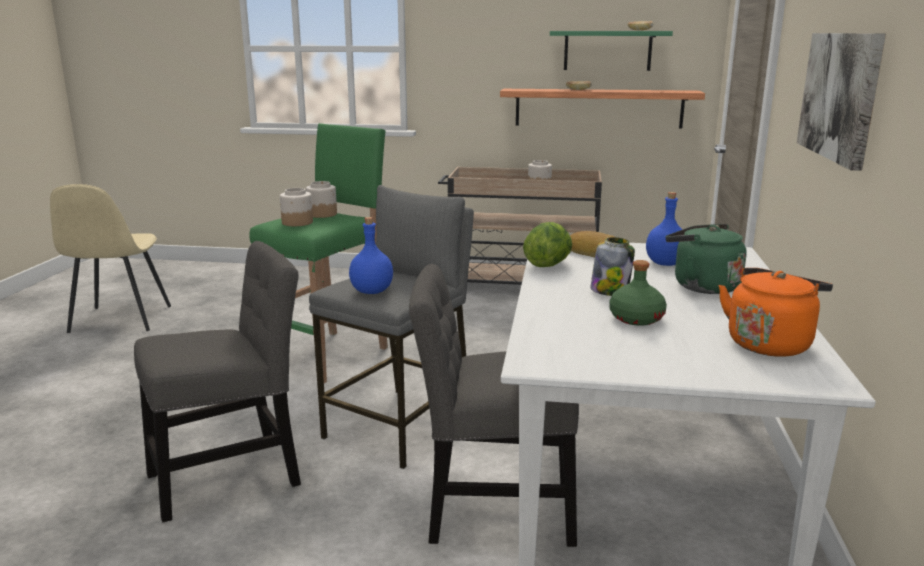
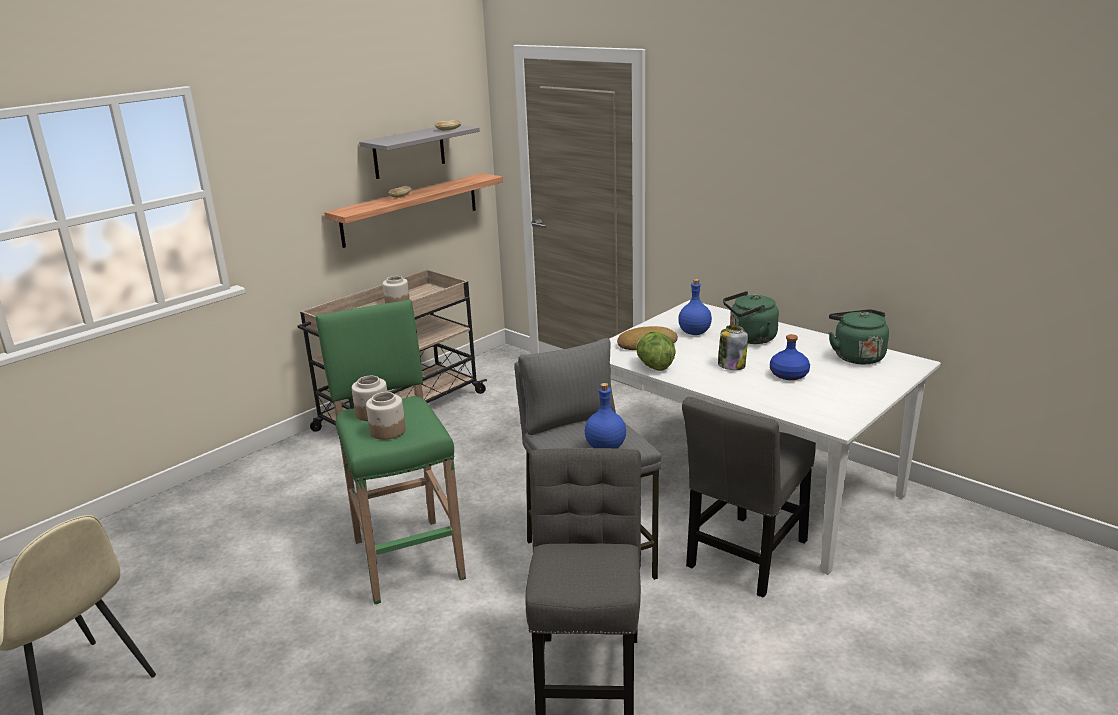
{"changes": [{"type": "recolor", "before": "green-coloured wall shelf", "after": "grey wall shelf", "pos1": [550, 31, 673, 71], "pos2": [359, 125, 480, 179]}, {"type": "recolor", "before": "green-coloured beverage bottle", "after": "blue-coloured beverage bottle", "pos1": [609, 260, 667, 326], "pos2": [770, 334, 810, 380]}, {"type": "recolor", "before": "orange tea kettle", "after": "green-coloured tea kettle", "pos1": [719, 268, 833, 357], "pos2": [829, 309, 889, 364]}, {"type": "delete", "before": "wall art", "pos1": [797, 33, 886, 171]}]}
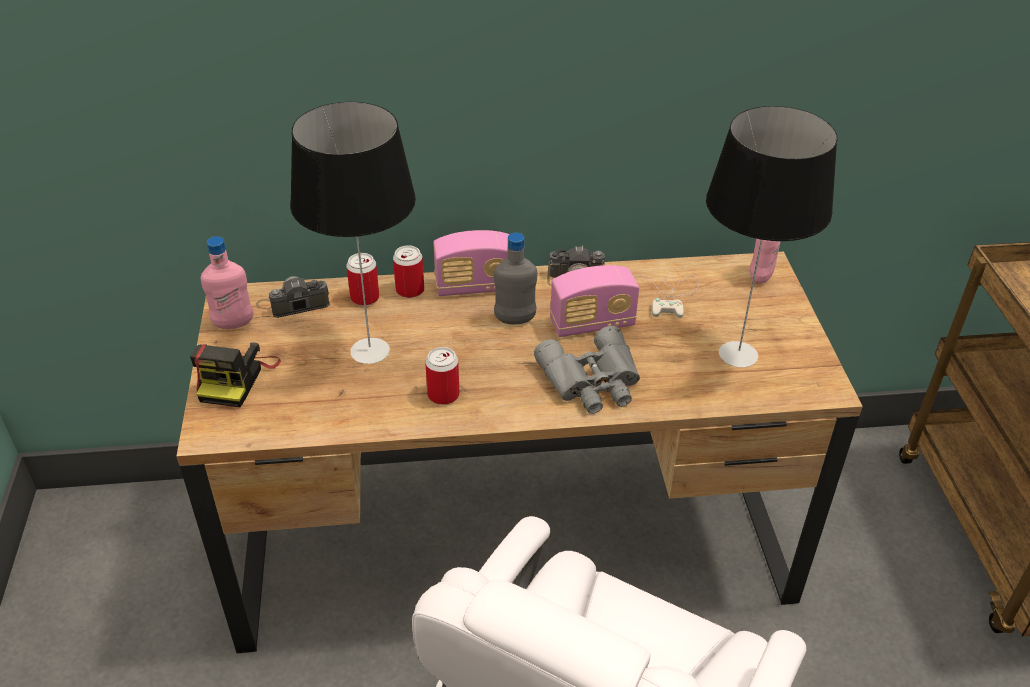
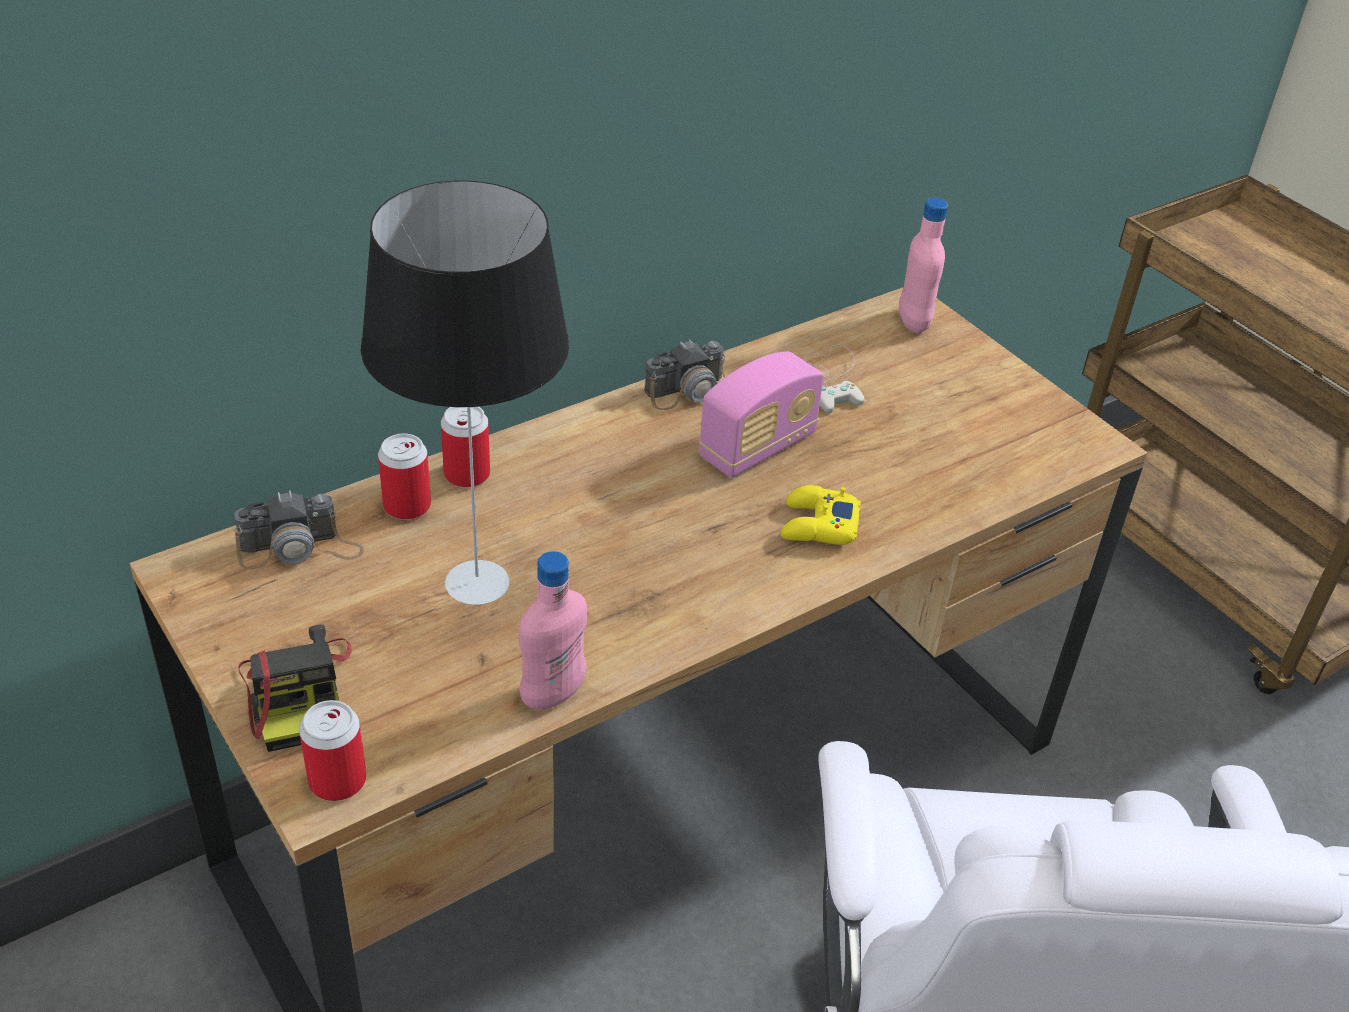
{"changes": [{"type": "rotate", "before": "photo camera", "pos1": [256, 276, 330, 318], "pos2": [234, 491, 364, 569], "turn": -150}, {"type": "move", "before": "sealed can", "pos1": [425, 347, 460, 405], "pos2": [299, 700, 366, 801]}, {"type": "move", "before": "pink-coloured beverage bottle", "pos1": [201, 236, 254, 329], "pos2": [519, 551, 587, 710]}, {"type": "replace", "before": "grey field glasses", "after": "yellowish game controller", "pos1": [534, 326, 640, 414], "pos2": [781, 485, 861, 545]}, {"type": "delete", "before": "radio receiver", "pos1": [433, 230, 510, 296]}, {"type": "delete", "before": "grey beverage bottle", "pos1": [494, 233, 537, 324]}, {"type": "delete", "before": "table lamp", "pos1": [706, 106, 837, 367]}]}
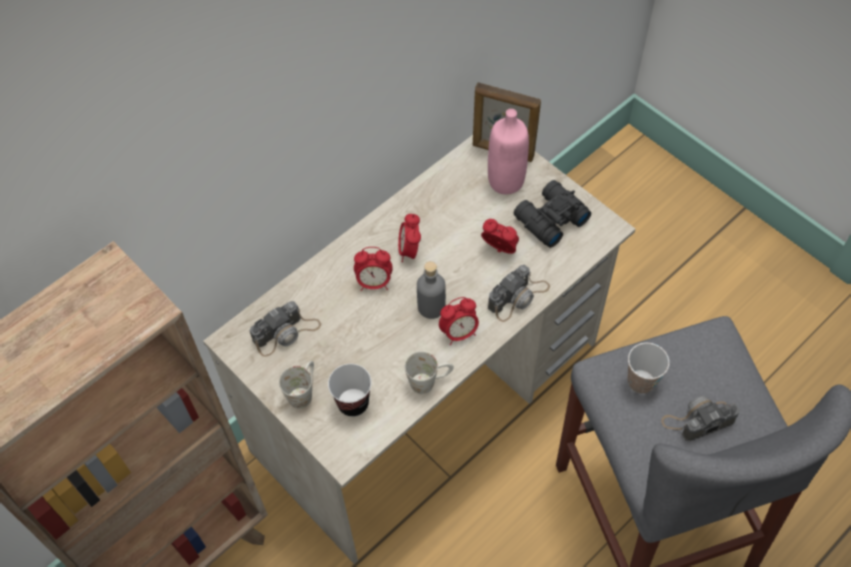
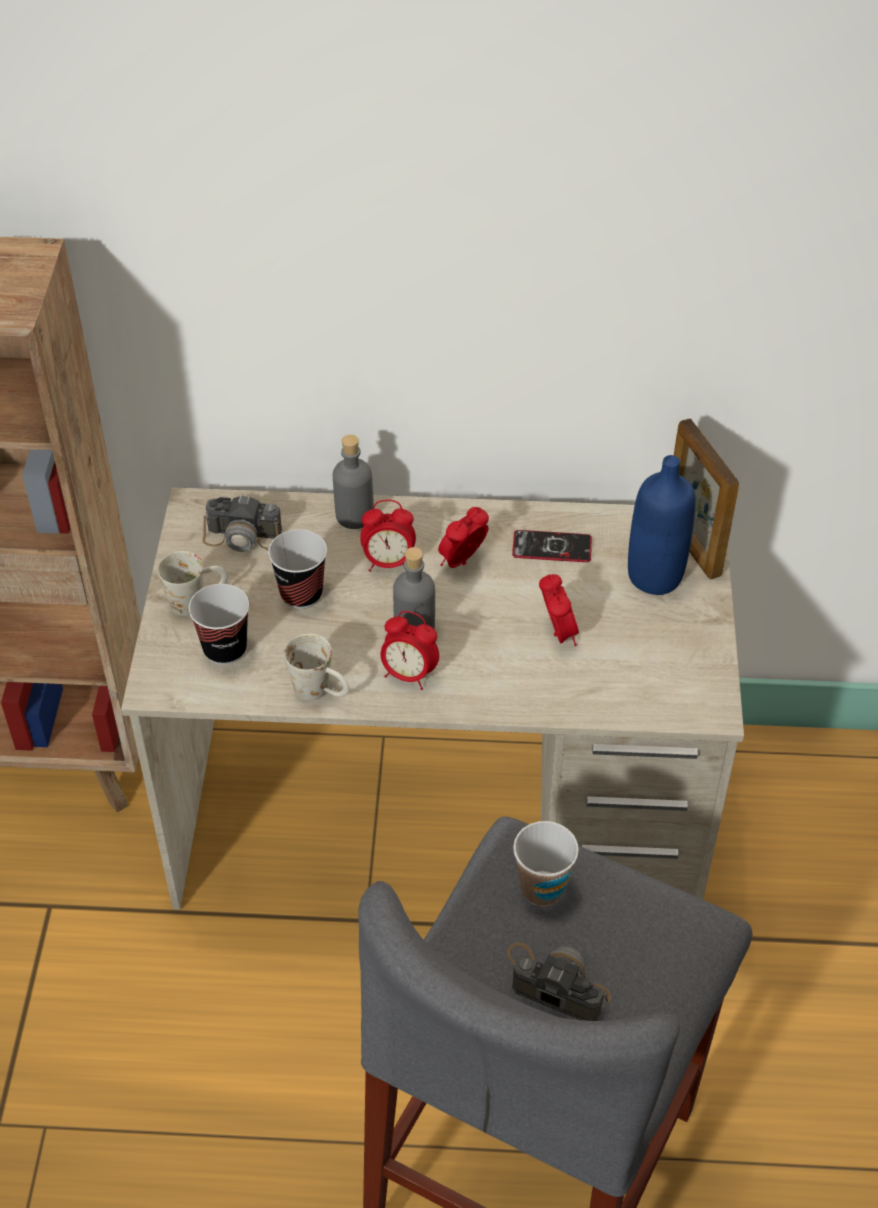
{"changes": [{"type": "insert", "after": "drinking cup", "pos2": [268, 529, 327, 609]}, {"type": "insert", "after": "grey beverage bottle", "pos2": [333, 435, 374, 529]}, {"type": "rotate", "before": "table clock", "pos1": [354, 247, 393, 291], "pos2": [360, 500, 416, 572], "turn": -45}, {"type": "insert", "after": "phone", "pos2": [512, 530, 592, 562]}, {"type": "recolor", "before": "pink-coloured beverage bottle", "after": "blue-coloured beverage bottle", "pos1": [488, 109, 529, 194], "pos2": [628, 455, 696, 595]}, {"type": "delete", "before": "photo camera", "pos1": [488, 265, 550, 322]}, {"type": "delete", "before": "black-coloured field glasses", "pos1": [514, 180, 591, 248]}]}
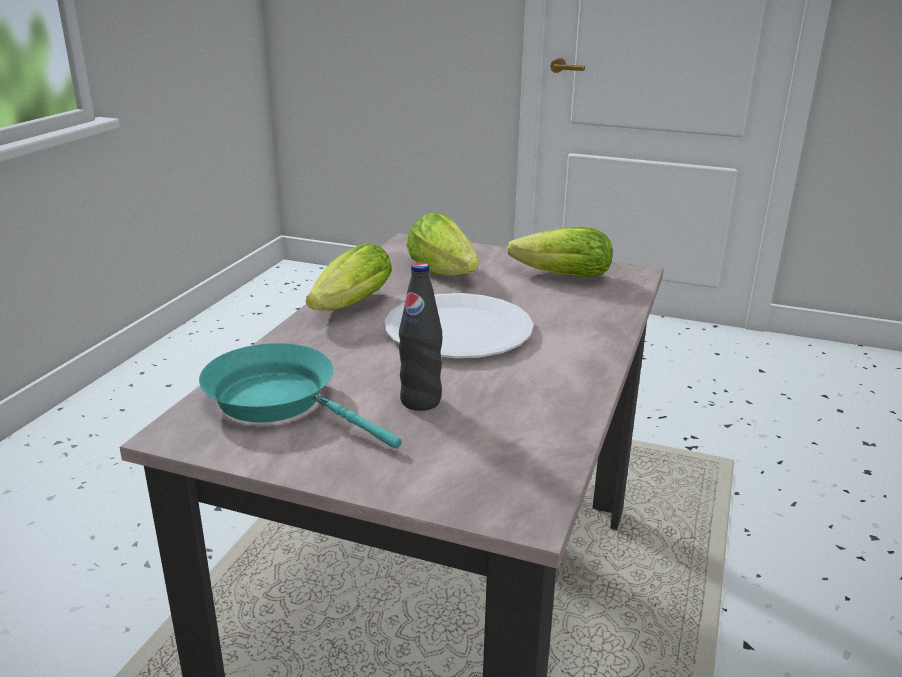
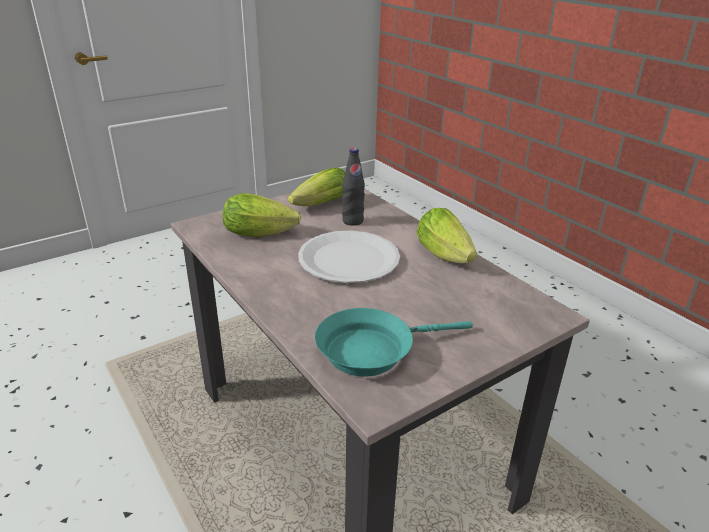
{"changes": [{"type": "move", "before": "black-coloured beverage bottle", "pos1": [399, 262, 442, 411], "pos2": [342, 148, 365, 226]}, {"type": "move", "before": "lettuce head", "pos1": [306, 243, 392, 311], "pos2": [416, 208, 477, 263]}]}
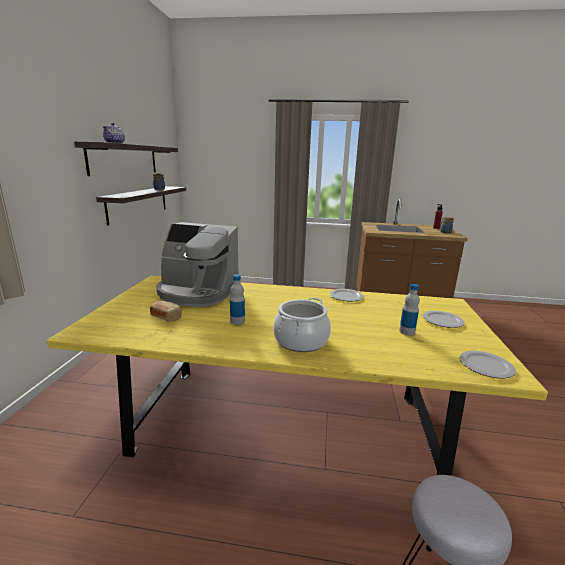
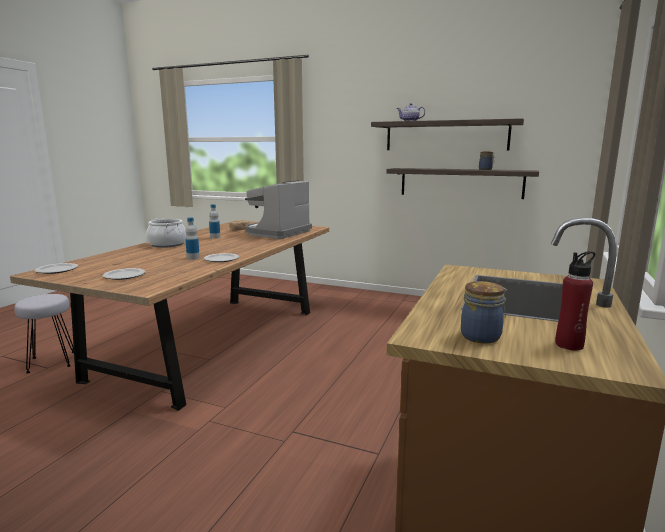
{"changes": [{"type": "recolor", "before": "yellowish kitchen table", "after": "brown kitchen table", "pos1": [47, 276, 548, 476], "pos2": [10, 221, 329, 411]}, {"type": "move", "before": "beverage bottle", "pos1": [399, 284, 420, 335], "pos2": [185, 217, 200, 260]}]}
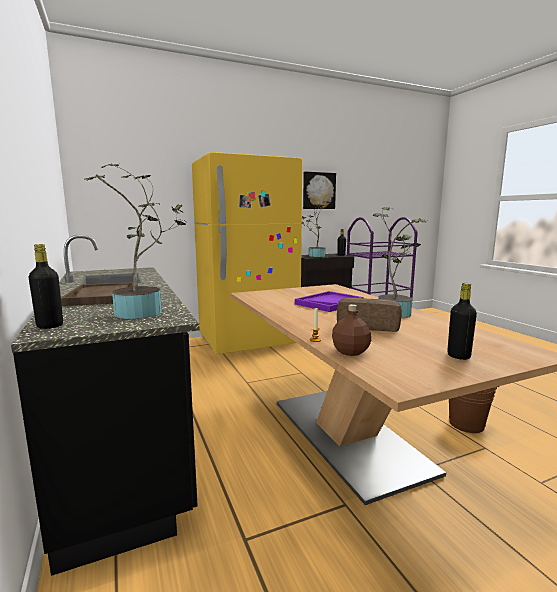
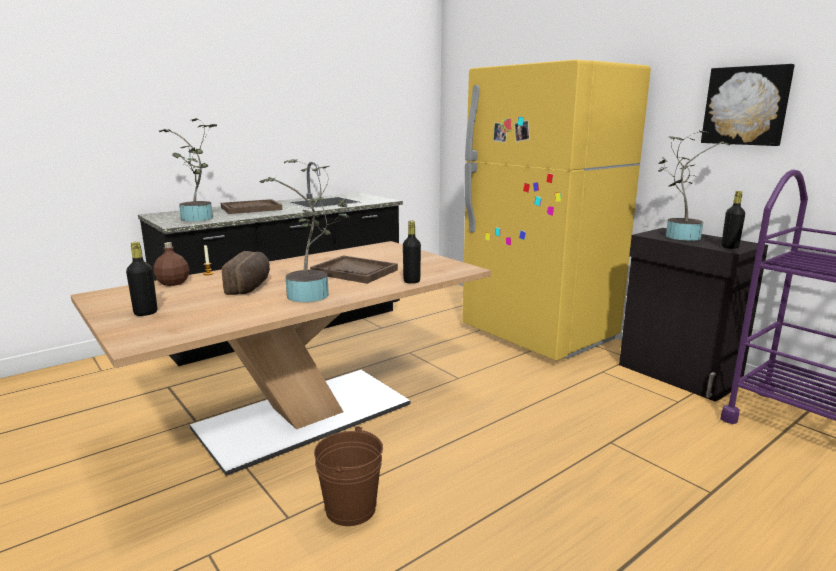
{"changes": [{"type": "recolor", "before": "purplish carrying tray", "after": "brown carrying tray", "pos1": [295, 291, 363, 312], "pos2": [310, 255, 398, 284]}, {"type": "move", "before": "black-coloured beverage bottle", "pos1": [29, 244, 63, 329], "pos2": [403, 221, 421, 284]}]}
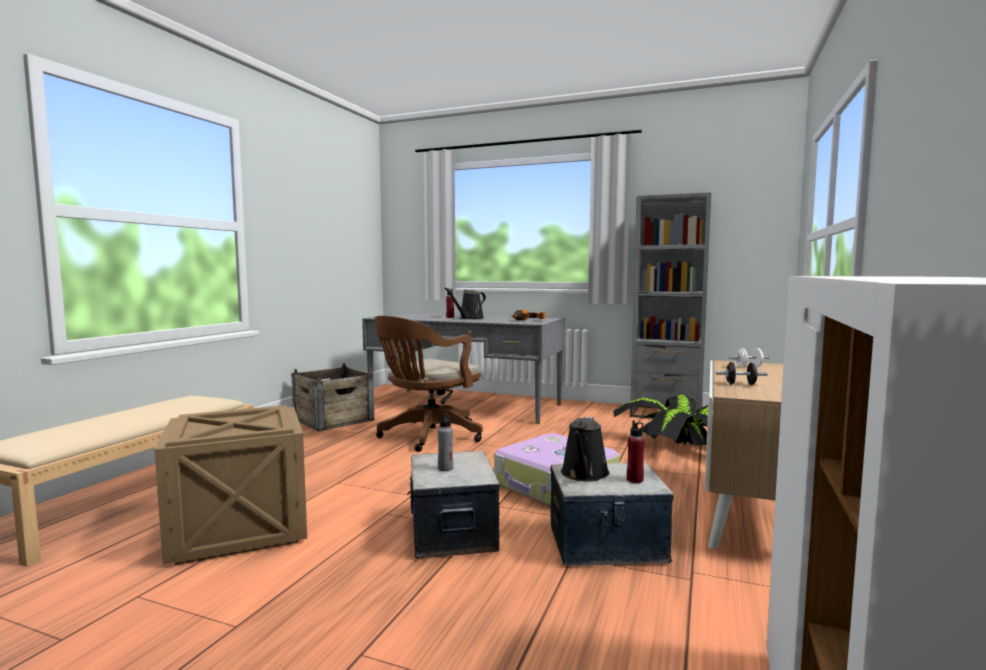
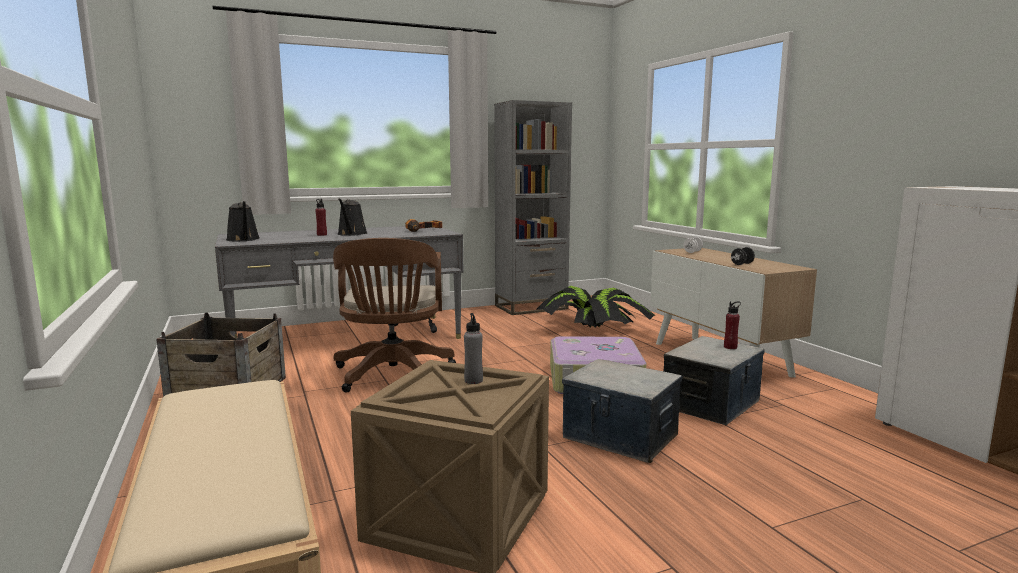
{"changes": [{"type": "move", "before": "black-coloured watering can", "pos1": [561, 417, 610, 482], "pos2": [226, 201, 260, 241]}, {"type": "move", "before": "grey beverage bottle", "pos1": [437, 412, 453, 471], "pos2": [464, 313, 483, 384]}]}
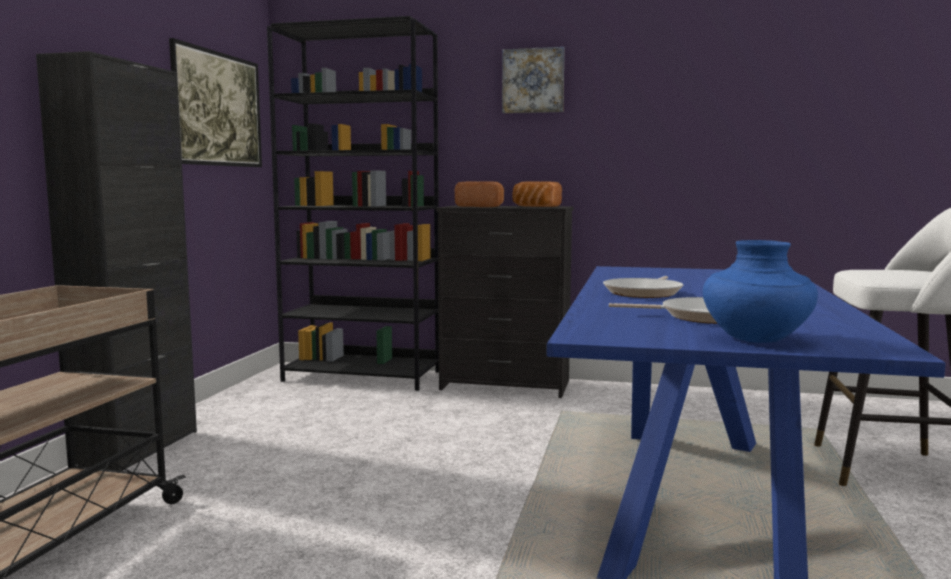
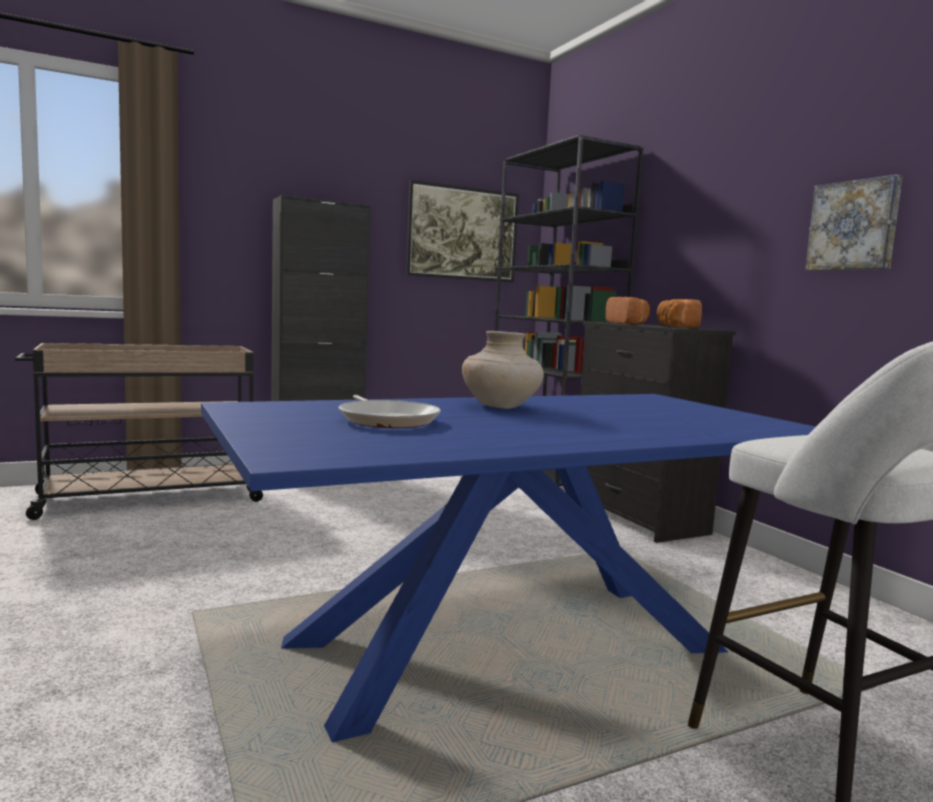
{"changes": [{"type": "replace", "before": "frying pan", "after": "beige decorative vase", "pos1": [603, 276, 683, 298], "pos2": [462, 331, 544, 409]}, {"type": "move", "before": "wall art", "pos1": [502, 47, 564, 113], "pos2": [805, 174, 903, 270]}, {"type": "delete", "before": "blue-coloured decorative vase", "pos1": [703, 240, 818, 343]}]}
